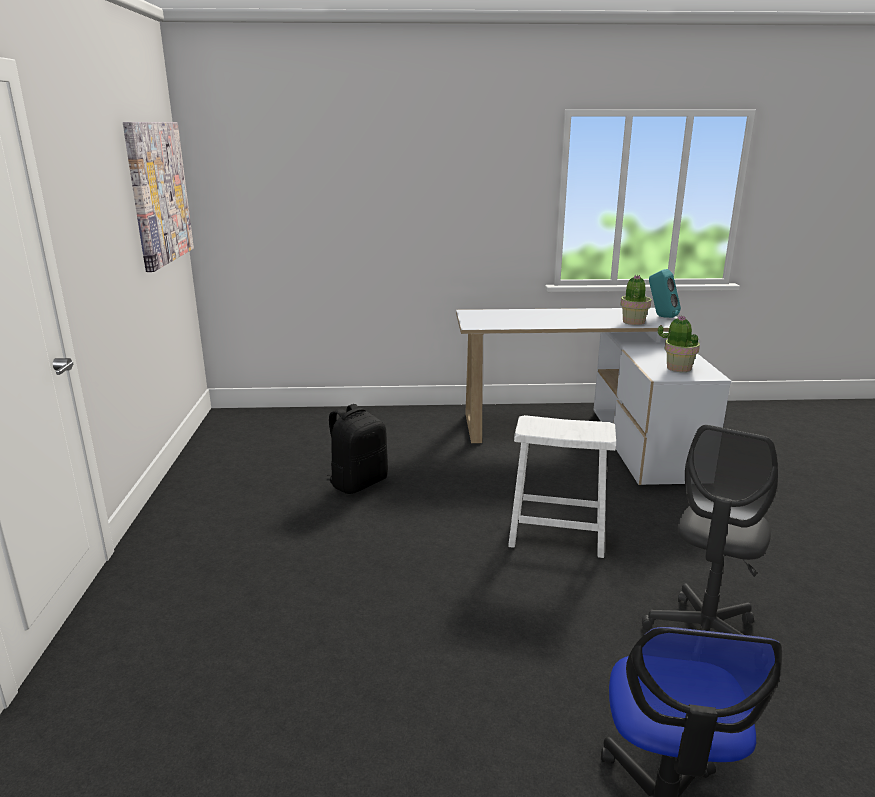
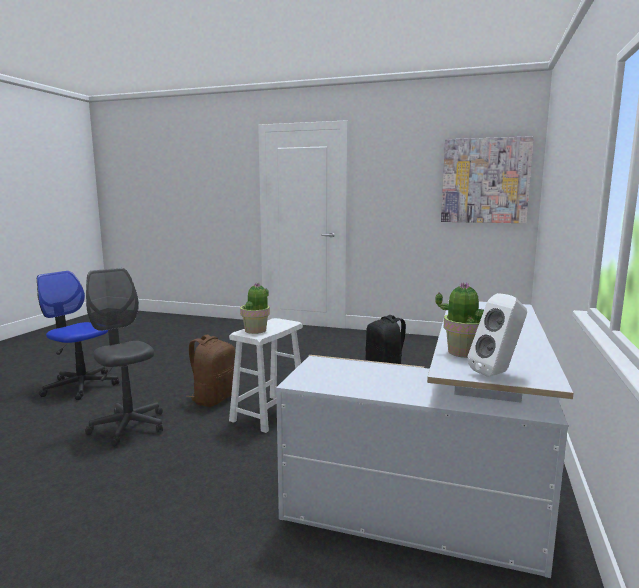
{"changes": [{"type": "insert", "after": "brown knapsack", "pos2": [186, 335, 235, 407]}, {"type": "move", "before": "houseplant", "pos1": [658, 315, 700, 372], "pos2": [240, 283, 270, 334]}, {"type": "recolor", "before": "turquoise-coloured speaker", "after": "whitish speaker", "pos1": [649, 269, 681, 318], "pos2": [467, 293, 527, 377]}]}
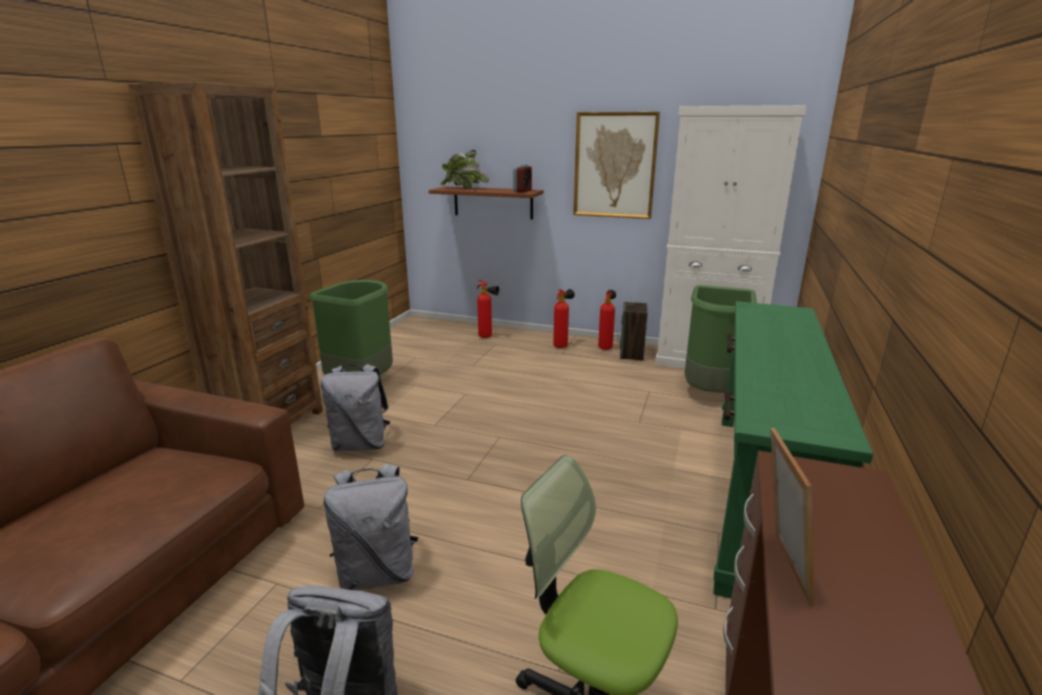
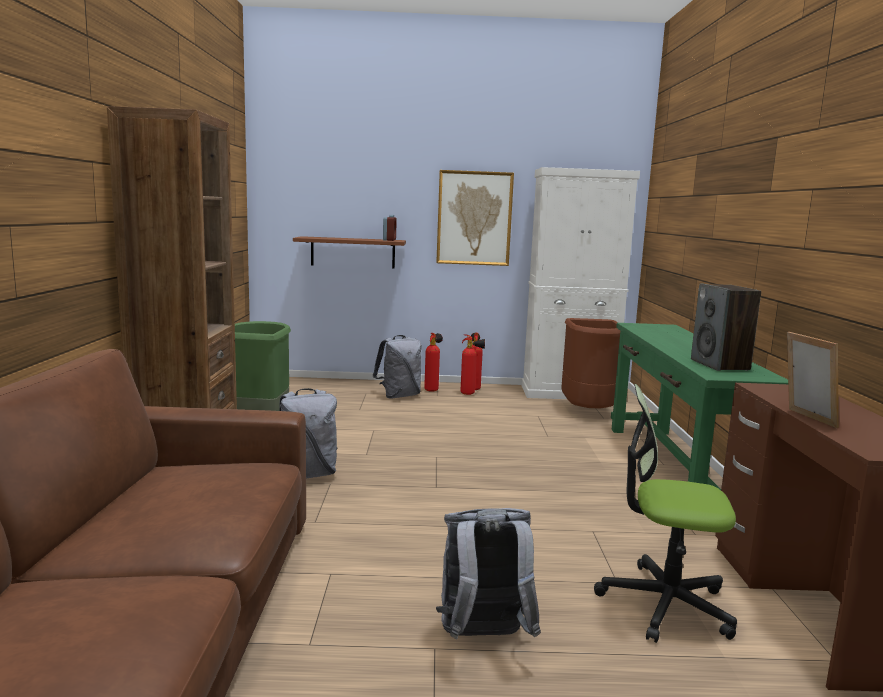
{"changes": [{"type": "move", "before": "grey knapsack", "pos1": [324, 463, 418, 590], "pos2": [373, 335, 422, 399]}, {"type": "move", "before": "fire-fighting cylinder", "pos1": [477, 280, 499, 338], "pos2": [460, 334, 485, 395]}, {"type": "recolor", "before": "green-coloured rubbish bin", "after": "brown rubbish bin", "pos1": [685, 285, 757, 393], "pos2": [561, 318, 620, 409]}, {"type": "move", "before": "speaker", "pos1": [620, 302, 648, 360], "pos2": [691, 284, 761, 371]}, {"type": "delete", "before": "houseplant", "pos1": [440, 150, 489, 189]}]}
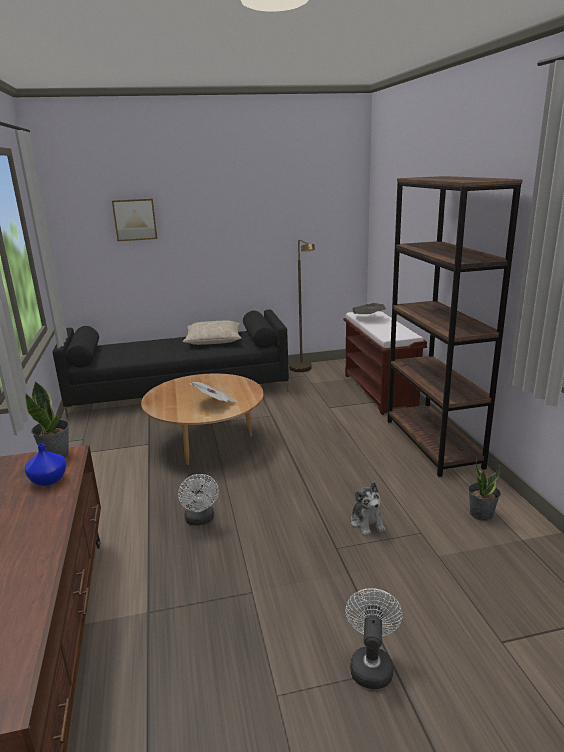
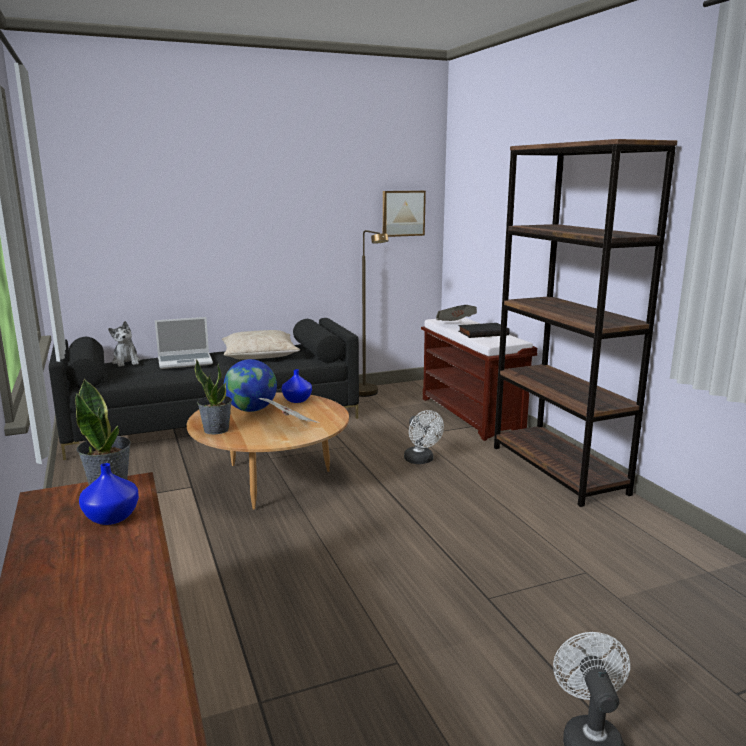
{"changes": [{"type": "move", "before": "soft toy", "pos1": [351, 482, 386, 536], "pos2": [108, 321, 140, 367]}, {"type": "insert", "after": "portable computer", "pos2": [155, 317, 213, 369]}, {"type": "move", "before": "houseplant", "pos1": [468, 458, 501, 521], "pos2": [195, 360, 232, 434]}, {"type": "insert", "after": "world globe", "pos2": [224, 359, 277, 412]}, {"type": "insert", "after": "blue-coloured decorative vase", "pos2": [281, 369, 312, 403]}, {"type": "move", "before": "wall art", "pos1": [112, 198, 157, 241], "pos2": [383, 191, 426, 237]}, {"type": "move", "before": "whitish electric fan", "pos1": [178, 474, 219, 526], "pos2": [404, 410, 444, 464]}, {"type": "insert", "after": "black-coloured book", "pos2": [458, 323, 510, 338]}]}
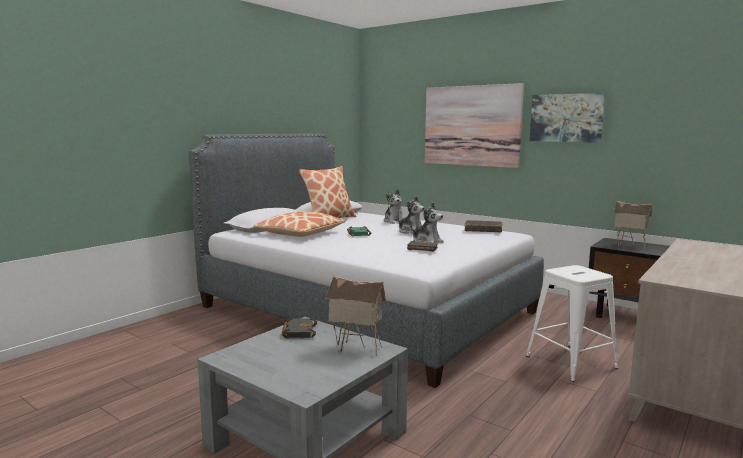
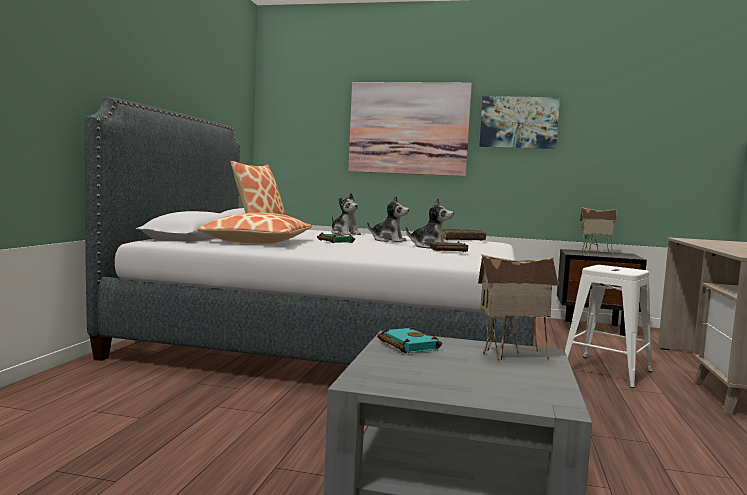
{"changes": [{"type": "recolor", "before": "black-coloured book", "after": "turquoise-coloured book", "pos1": [282, 318, 317, 338], "pos2": [377, 326, 442, 354]}]}
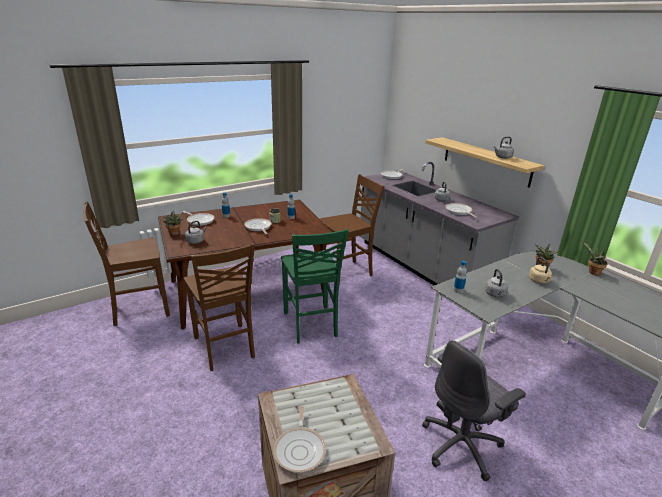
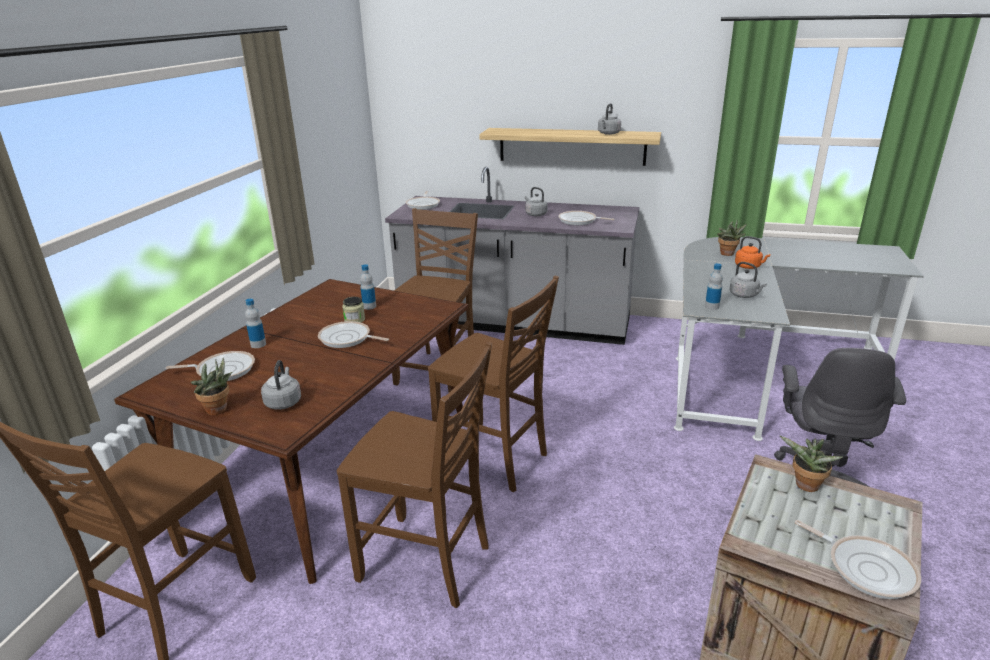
{"changes": [{"type": "recolor", "before": "green-coloured upright chair", "after": "brown upright chair", "pos1": [281, 229, 349, 343], "pos2": [428, 276, 559, 492]}, {"type": "recolor", "before": "beige tea kettle", "after": "orange tea kettle", "pos1": [529, 257, 552, 284], "pos2": [735, 236, 770, 269]}, {"type": "move", "before": "houseplant", "pos1": [582, 241, 607, 275], "pos2": [779, 435, 843, 492]}]}
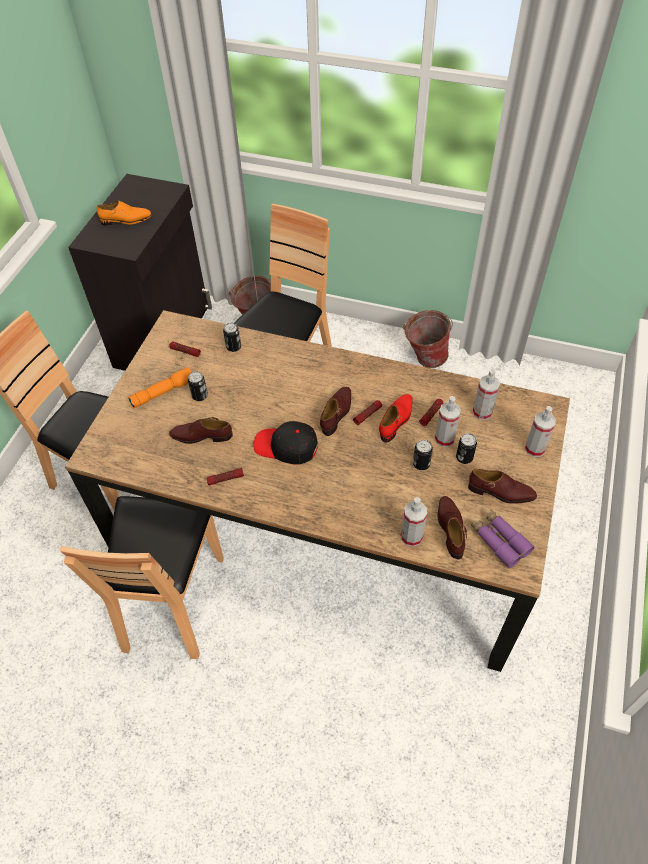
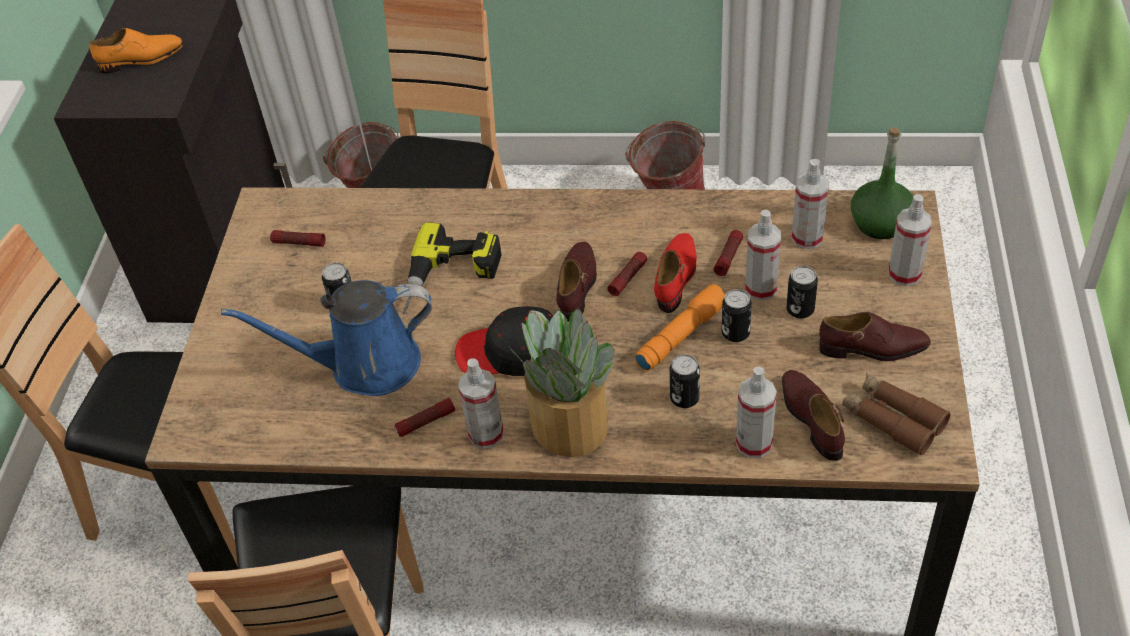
{"changes": [{"type": "replace", "before": "brown shoe", "after": "blue-coloured watering can", "pos1": [169, 417, 233, 444], "pos2": [221, 280, 432, 396]}, {"type": "insert", "after": "electric drill", "pos2": [402, 222, 501, 315]}, {"type": "insert", "after": "hand sprayer", "pos2": [458, 358, 504, 449]}, {"type": "insert", "after": "houseplant", "pos2": [506, 308, 615, 457]}, {"type": "move", "before": "orange hand torch", "pos1": [128, 368, 191, 408], "pos2": [635, 284, 725, 372]}, {"type": "move", "before": "sealed can", "pos1": [223, 323, 241, 352], "pos2": [670, 354, 700, 408]}, {"type": "recolor", "before": "purplish field glasses", "after": "brown field glasses", "pos1": [471, 509, 534, 568], "pos2": [842, 373, 951, 456]}, {"type": "insert", "after": "green-coloured beverage bottle", "pos2": [851, 127, 913, 239]}]}
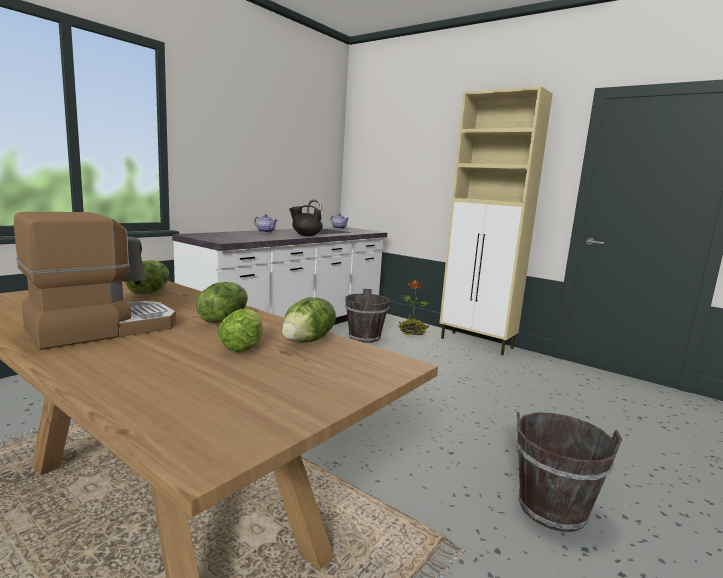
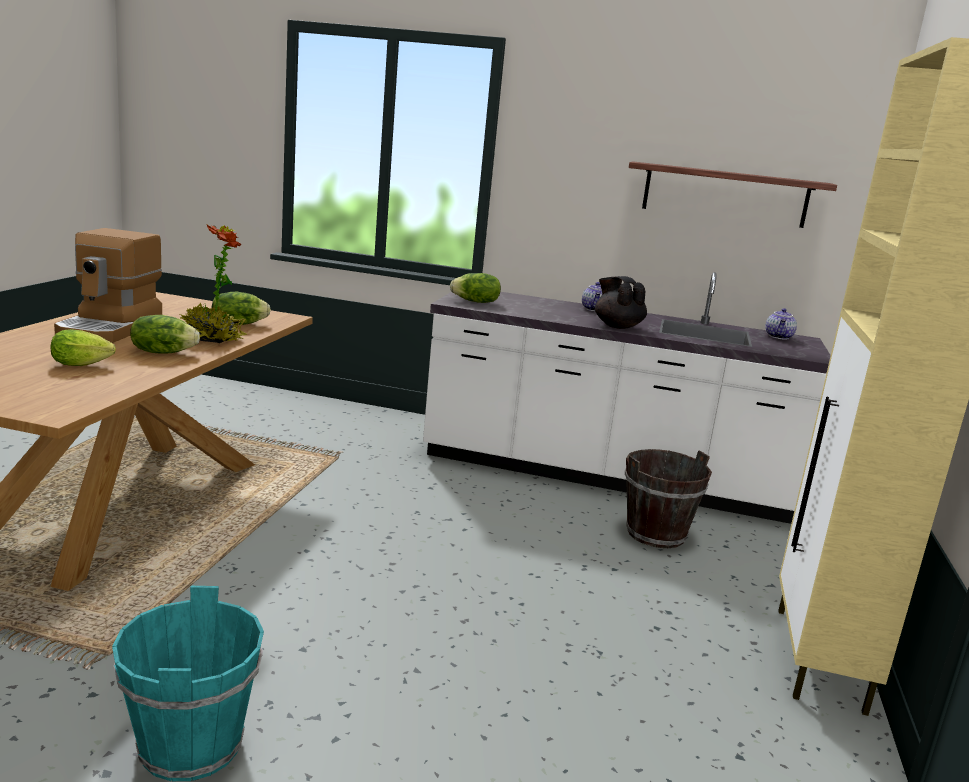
{"changes": [{"type": "rotate", "before": "coffee brewer", "pos1": [14, 212, 176, 350], "pos2": [54, 228, 162, 343], "turn": 75}, {"type": "recolor", "before": "brown water bucket", "after": "turquoise-coloured water bucket", "pos1": [516, 412, 622, 532], "pos2": [112, 586, 264, 781]}, {"type": "move", "before": "houseplant", "pos1": [398, 281, 430, 335], "pos2": [180, 225, 247, 343]}, {"type": "move", "before": "lettuce head", "pos1": [282, 297, 336, 343], "pos2": [450, 273, 501, 303]}, {"type": "insert", "after": "wall shelf", "pos2": [629, 161, 837, 228]}]}
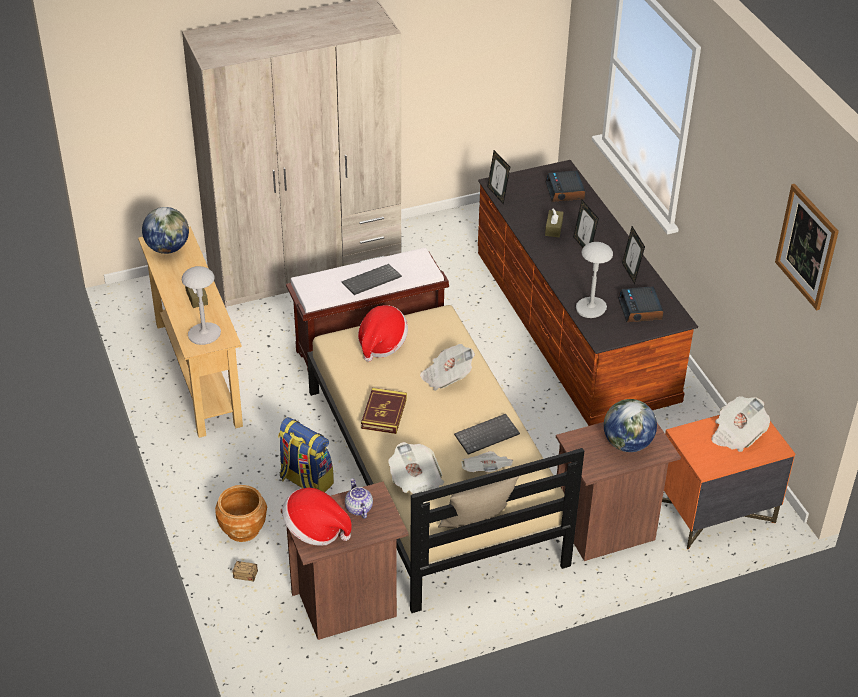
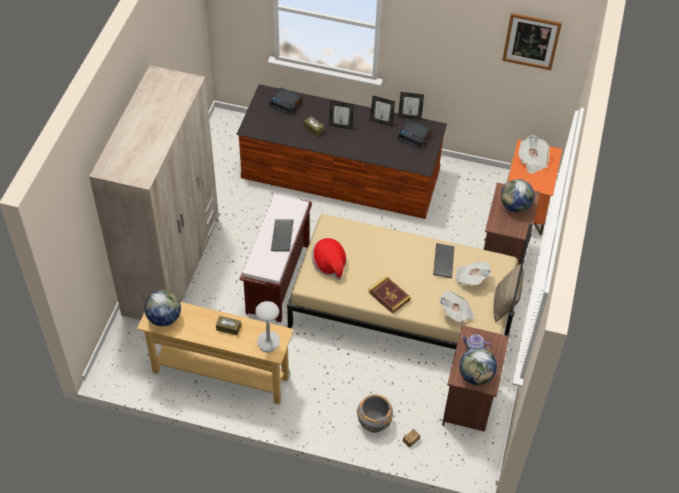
{"changes": [{"type": "recolor", "before": "brown flower pot", "after": "grey flower pot", "pos1": [215, 485, 267, 542], "pos2": [357, 394, 393, 433]}, {"type": "move", "before": "picture frame", "pos1": [487, 150, 510, 204], "pos2": [398, 92, 424, 120]}, {"type": "replace", "before": "clothing hat", "after": "world globe", "pos1": [282, 488, 352, 545], "pos2": [459, 348, 497, 385]}, {"type": "delete", "before": "knapsack", "pos1": [278, 417, 334, 492]}, {"type": "delete", "before": "daily paper", "pos1": [420, 344, 475, 391]}, {"type": "delete", "before": "grey table lamp", "pos1": [576, 242, 613, 318]}]}
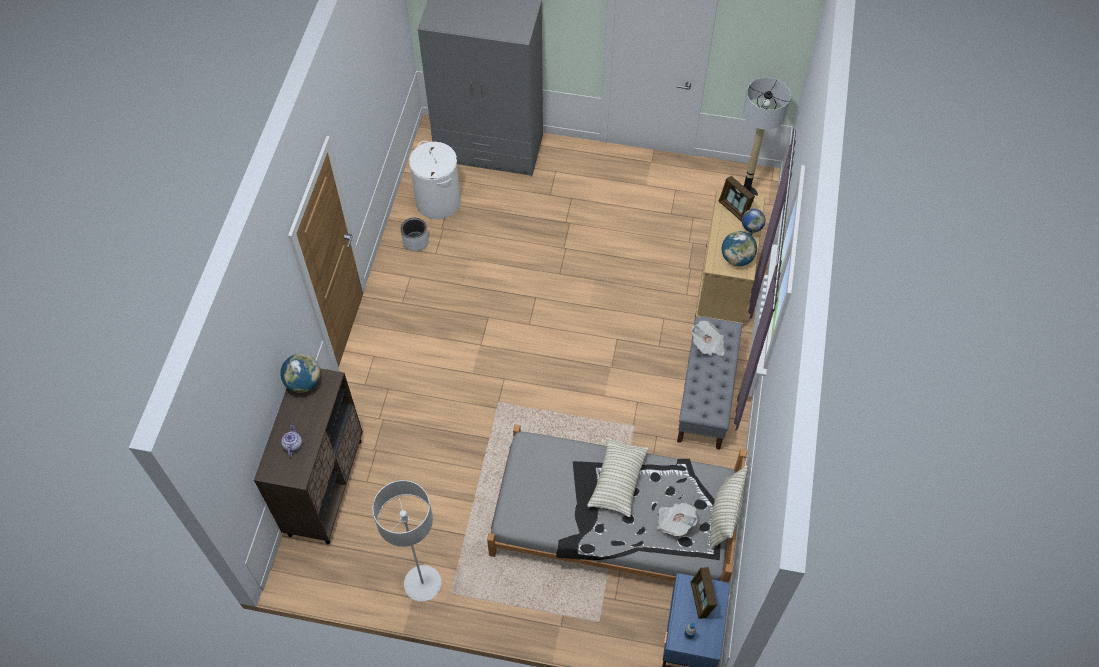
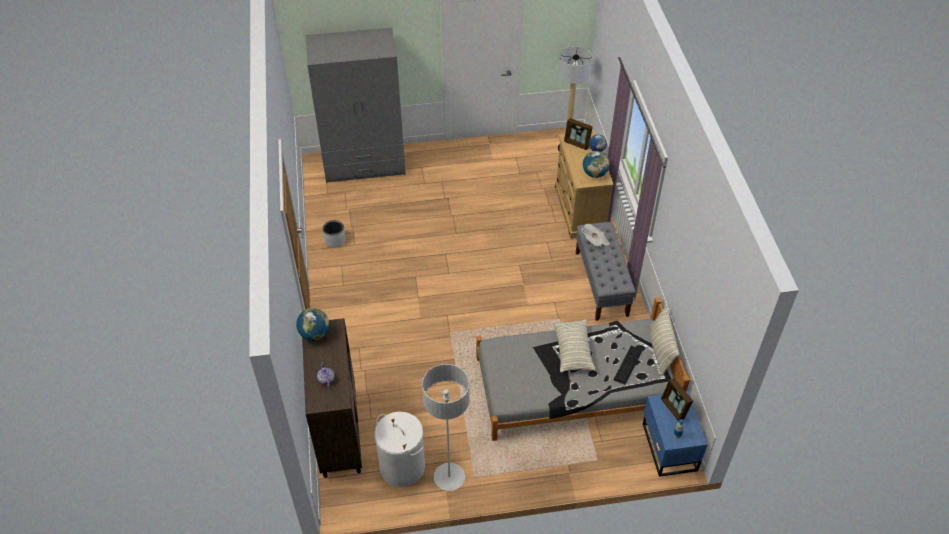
{"changes": [{"type": "move", "before": "whitish hamper", "pos1": [409, 141, 461, 219], "pos2": [374, 412, 425, 487]}, {"type": "replace", "before": "daily paper", "after": "computer keyboard", "pos1": [657, 502, 697, 536], "pos2": [614, 346, 642, 385]}]}
